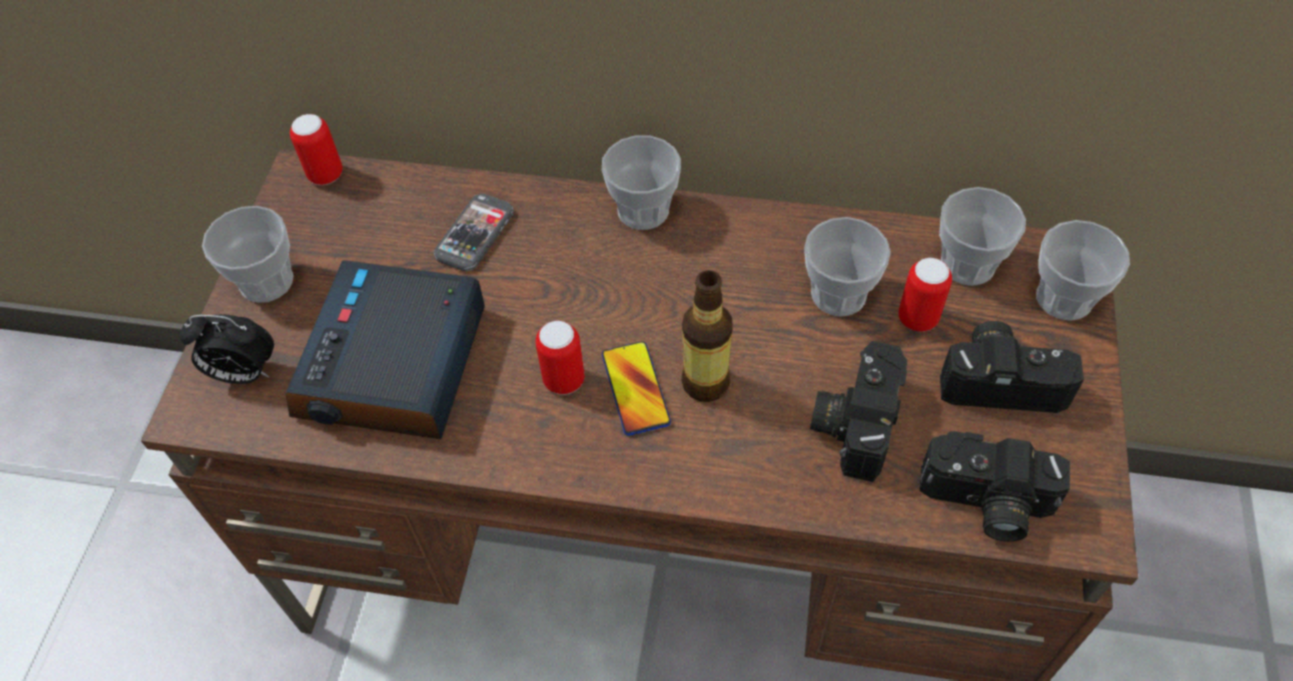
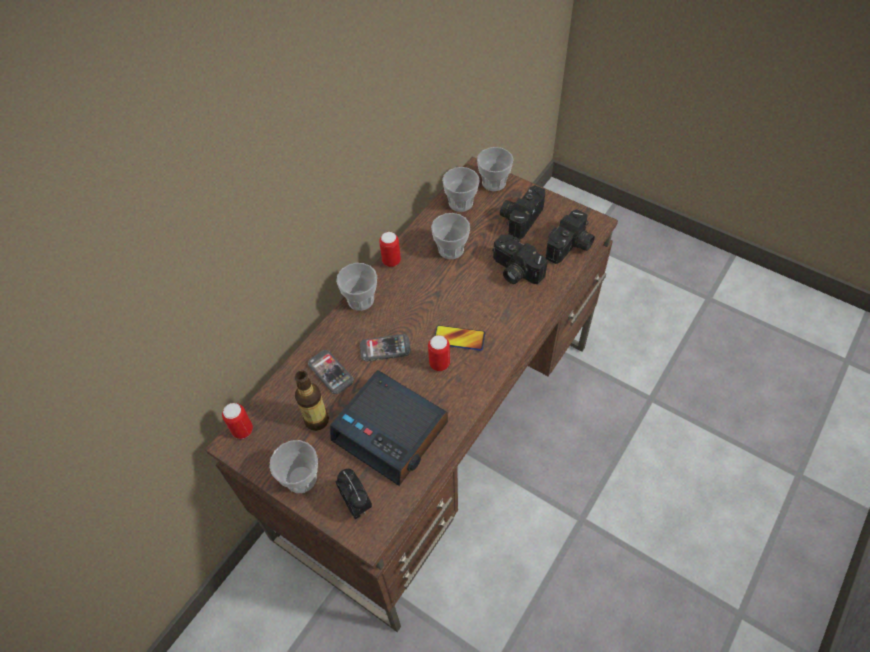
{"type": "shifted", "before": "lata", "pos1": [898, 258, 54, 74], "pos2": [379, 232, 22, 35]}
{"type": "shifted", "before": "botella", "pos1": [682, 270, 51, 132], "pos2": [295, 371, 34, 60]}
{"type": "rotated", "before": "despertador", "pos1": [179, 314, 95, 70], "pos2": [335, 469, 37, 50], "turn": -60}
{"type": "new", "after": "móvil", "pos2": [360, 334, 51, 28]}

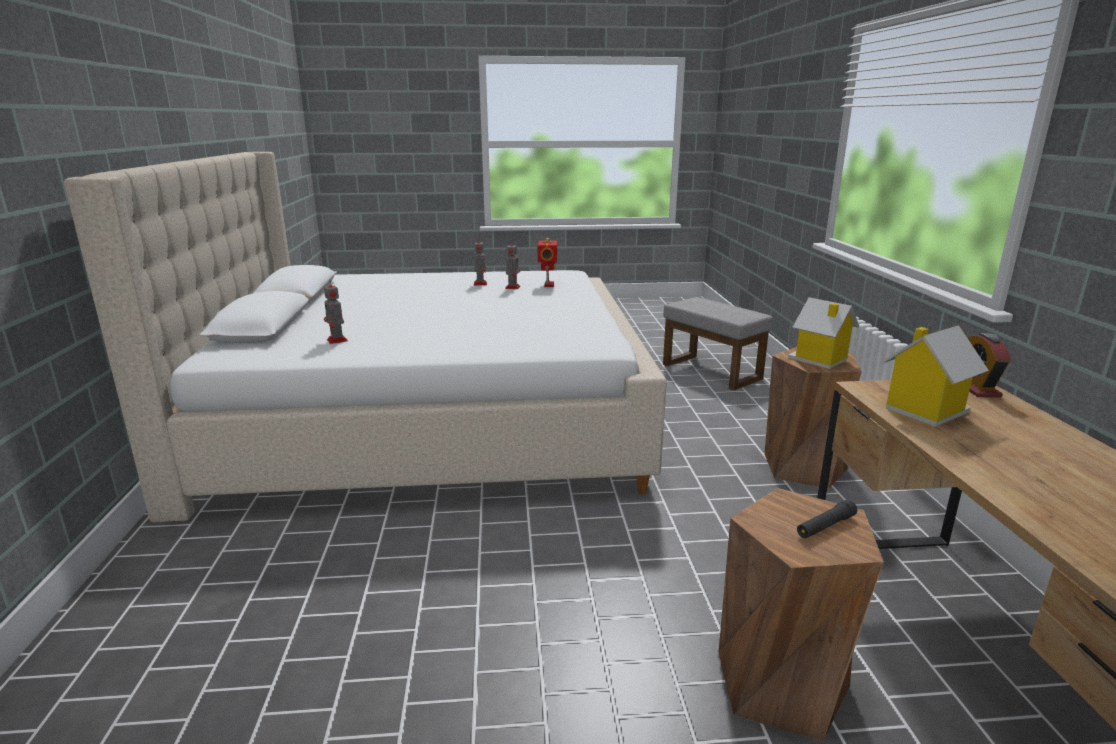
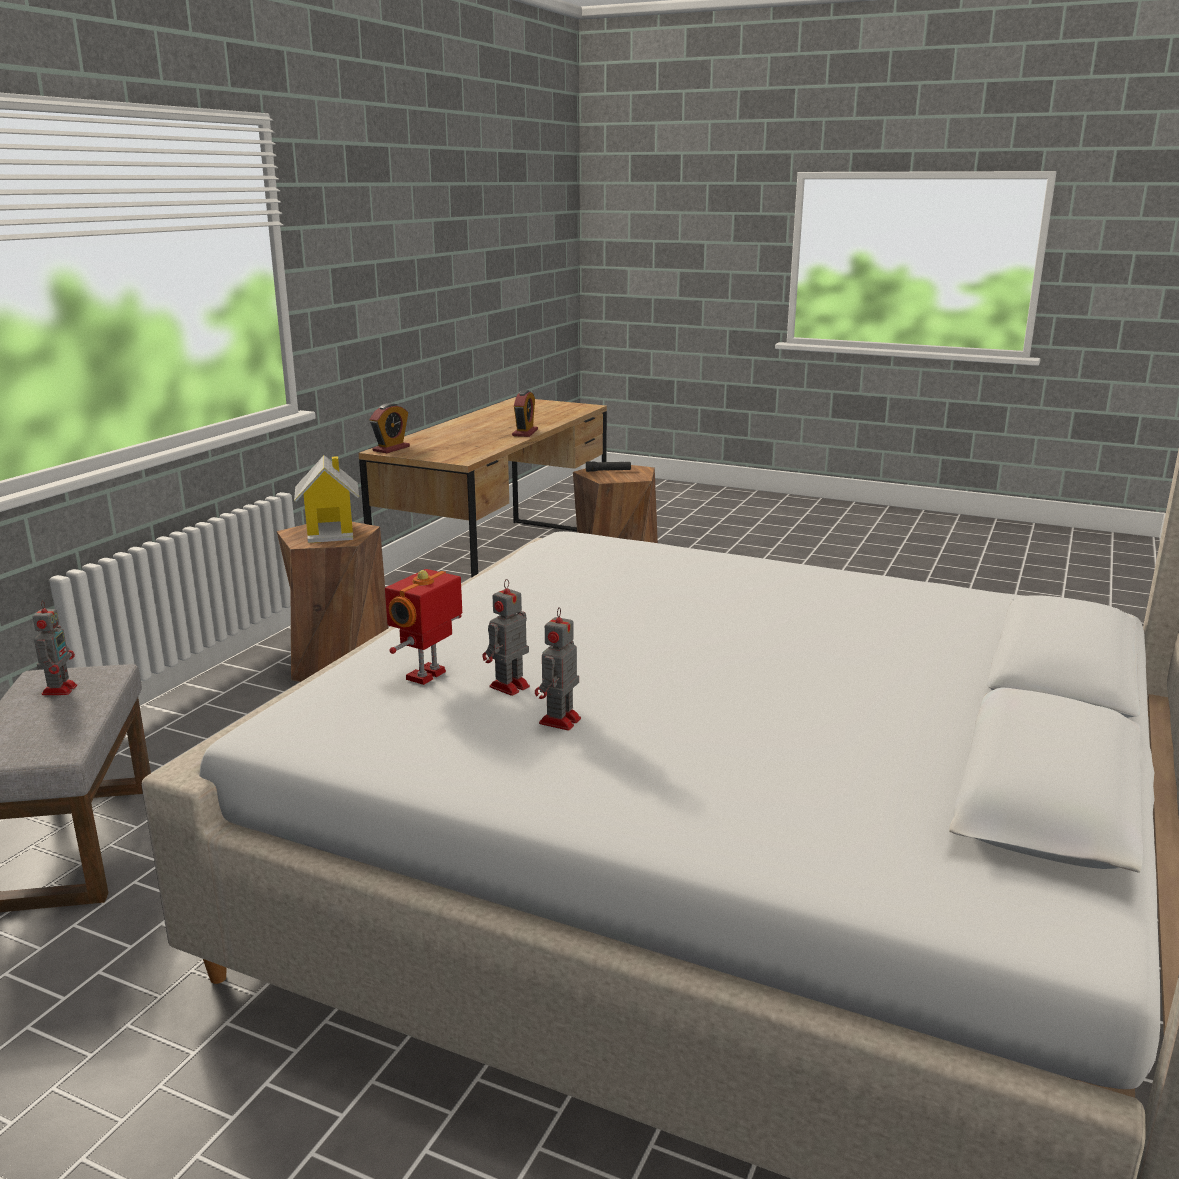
{"type": "shifted", "before": "robot de juguete", "pos1": [324, 279, 24, 65], "pos2": [33, 601, 44, 94]}
{"type": "gone", "before": "casita", "pos1": [882, 325, 107, 102]}
{"type": "new", "after": "despertador", "pos2": [512, 390, 26, 47]}

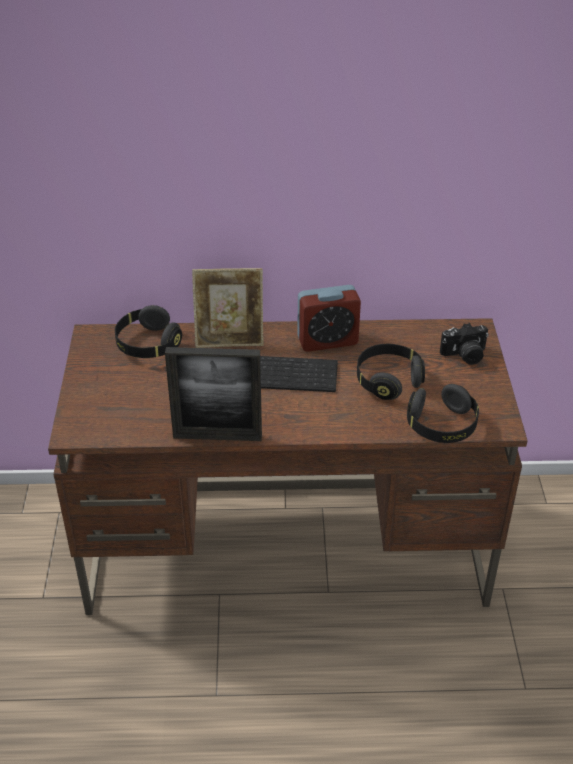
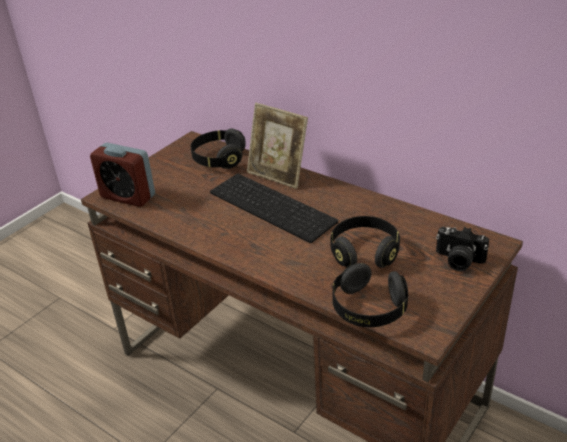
{"type": "shifted", "before": "despertador", "pos1": [297, 285, 64, 67], "pos2": [90, 143, 65, 64]}
{"type": "gone", "before": "portarretratos", "pos1": [165, 347, 97, 94]}

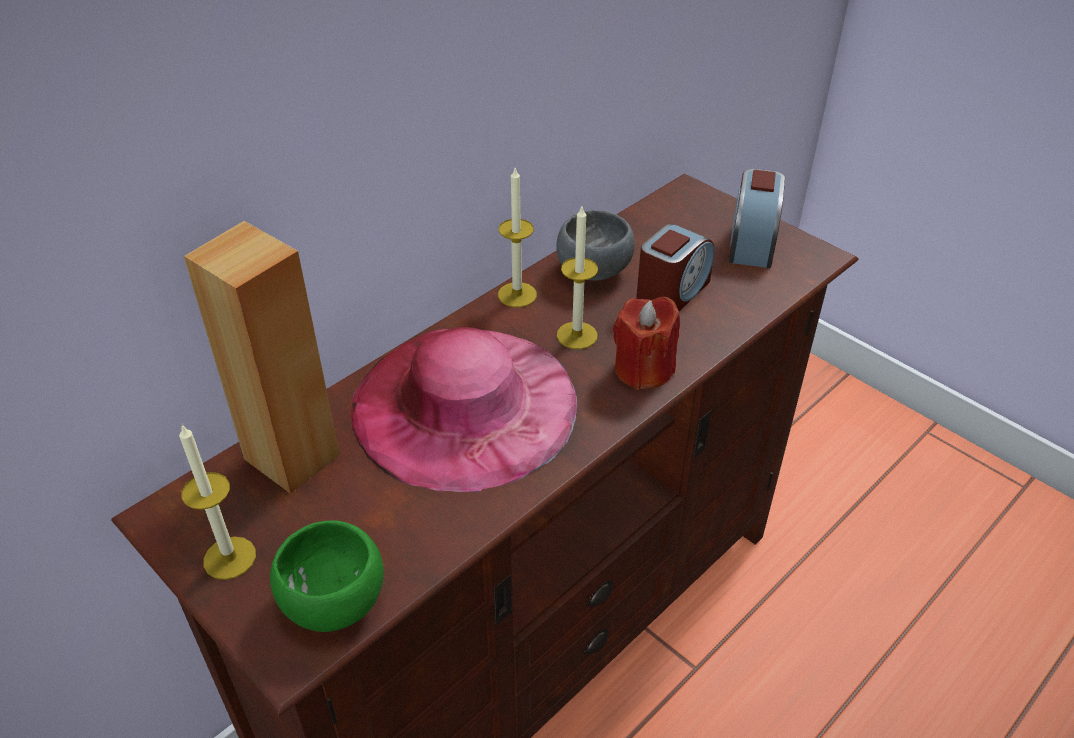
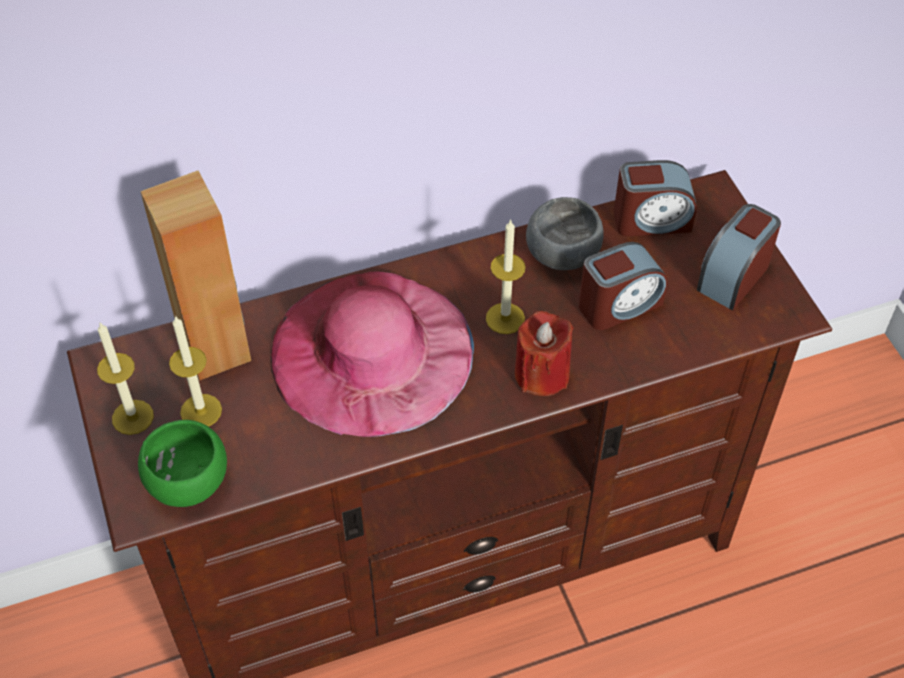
{"type": "shifted", "before": "vela", "pos1": [498, 168, 39, 139], "pos2": [169, 315, 53, 112]}
{"type": "new", "after": "despertador", "pos2": [614, 160, 83, 76]}

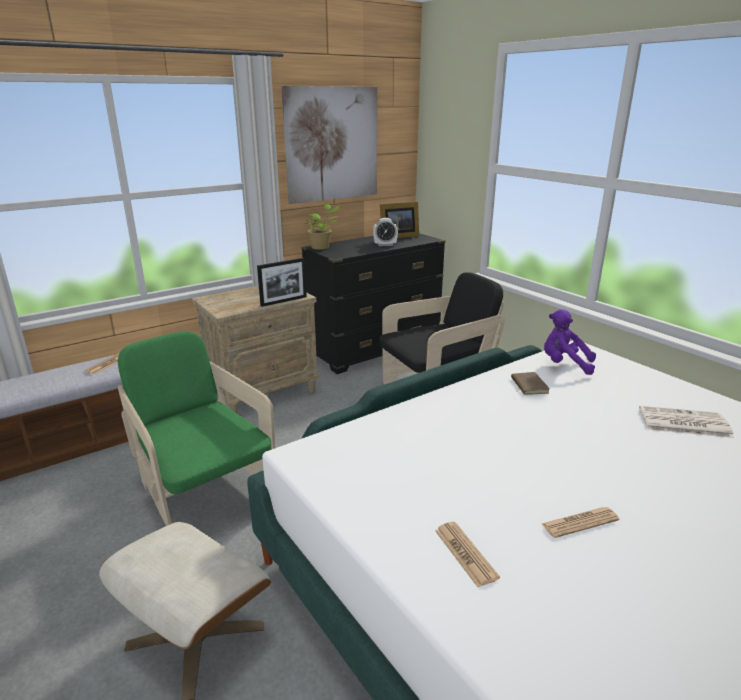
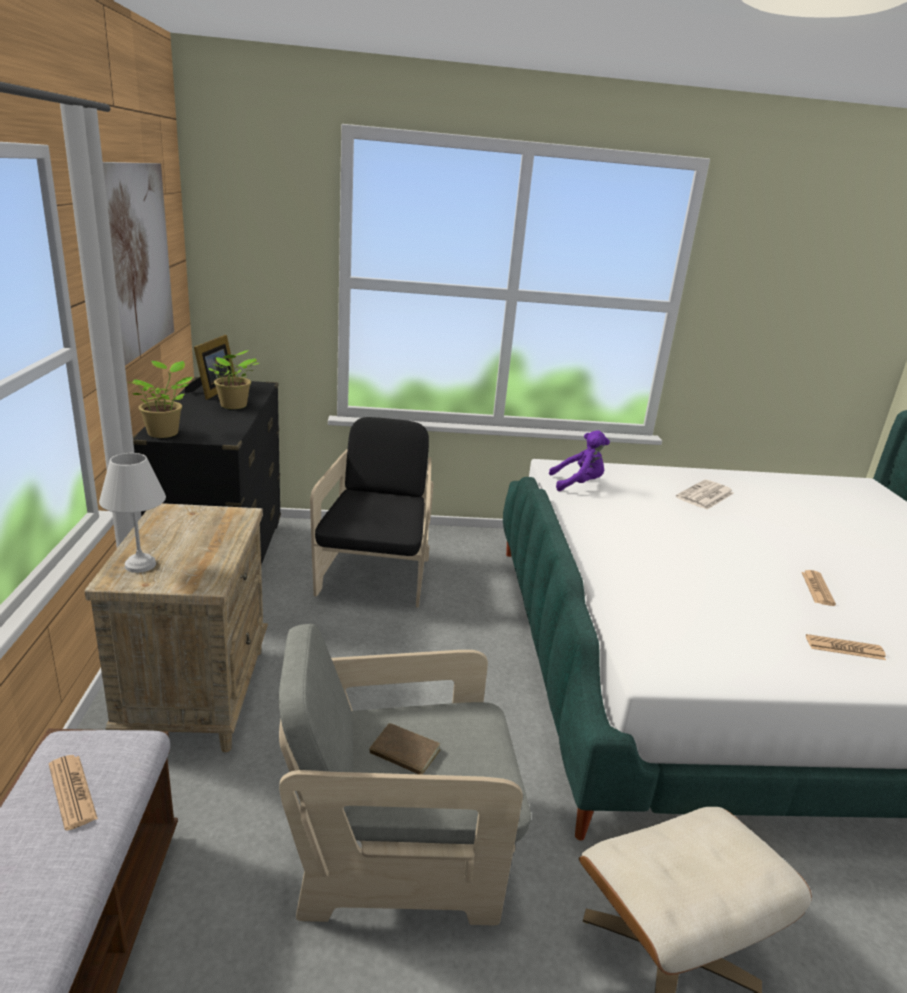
{"type": "swapped", "before": "despertador", "after": "planta en maceta", "pos1": [373, 218, 25, 28], "pos2": [208, 350, 51, 59]}
{"type": "gone", "before": "portarretratos", "pos1": [257, 258, 50, 49]}
{"type": "rotated", "before": "peluche (morado)", "pos1": [544, 309, 52, 66], "pos2": [549, 430, 61, 61], "turn": -150}
{"type": "repainted", "before": "sillón (verde)", "after": "sillón (gris)", "pos1": [118, 331, 157, 195], "pos2": [279, 624, 252, 301]}
{"type": "shifted", "before": "libro (marrón)", "pos1": [511, 372, 39, 23], "pos2": [369, 723, 72, 52]}
{"type": "new", "after": "lámpara de mesa (blanco)", "pos2": [99, 453, 67, 120]}

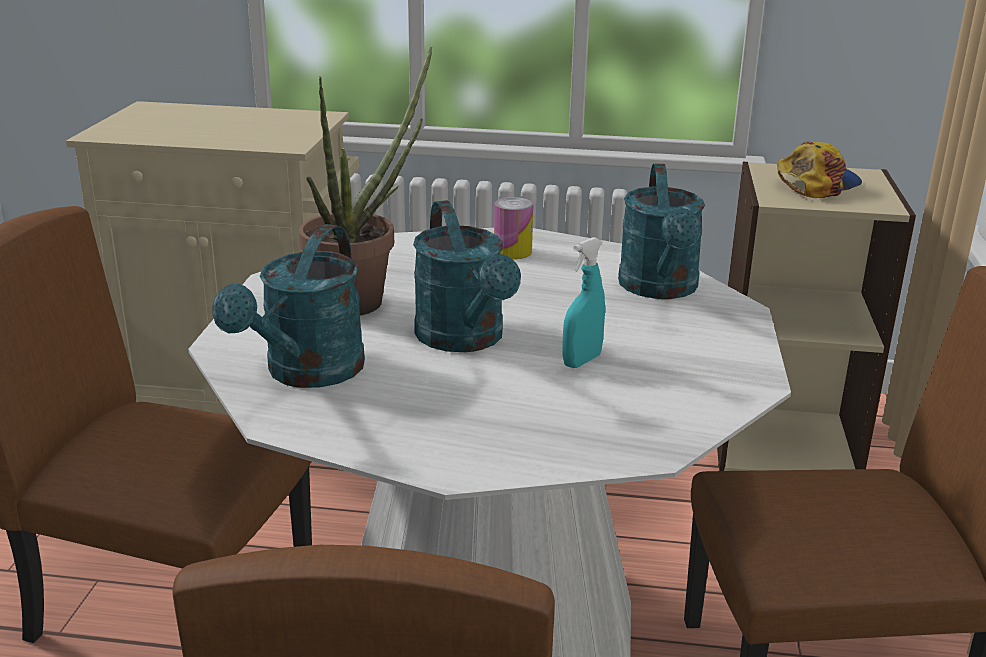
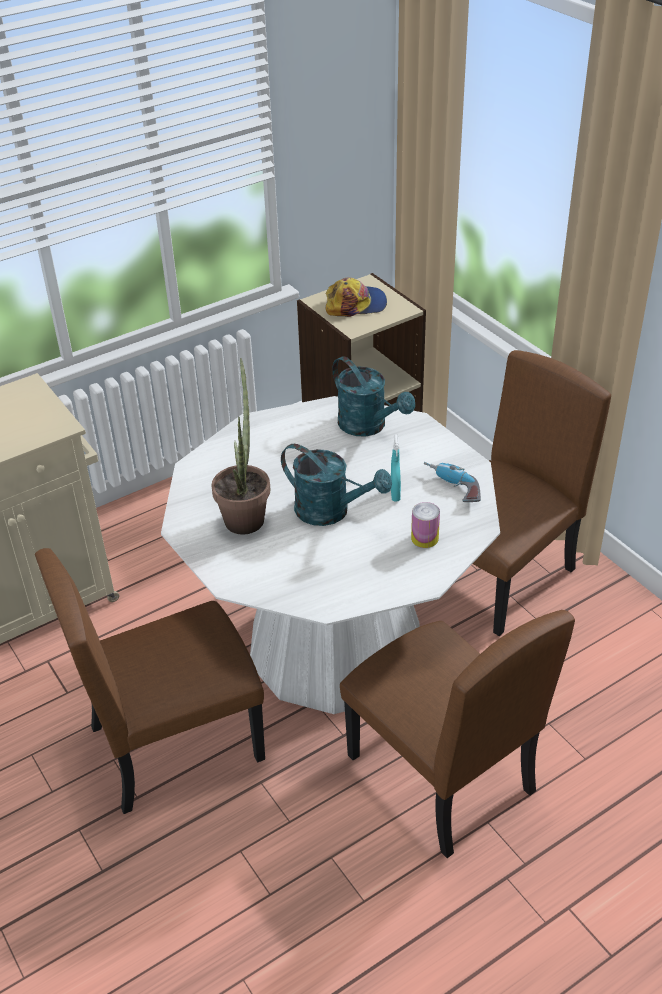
{"type": "rotated", "before": "gorra", "pos1": [777, 142, 85, 56], "pos2": [325, 277, 62, 40], "turn": 75}
{"type": "shifted", "before": "lata", "pos1": [494, 197, 40, 62], "pos2": [411, 502, 29, 46]}
{"type": "gone", "before": "regadera (turquesa)", "pos1": [213, 224, 152, 164]}
{"type": "new", "after": "taladro", "pos2": [424, 462, 57, 40]}

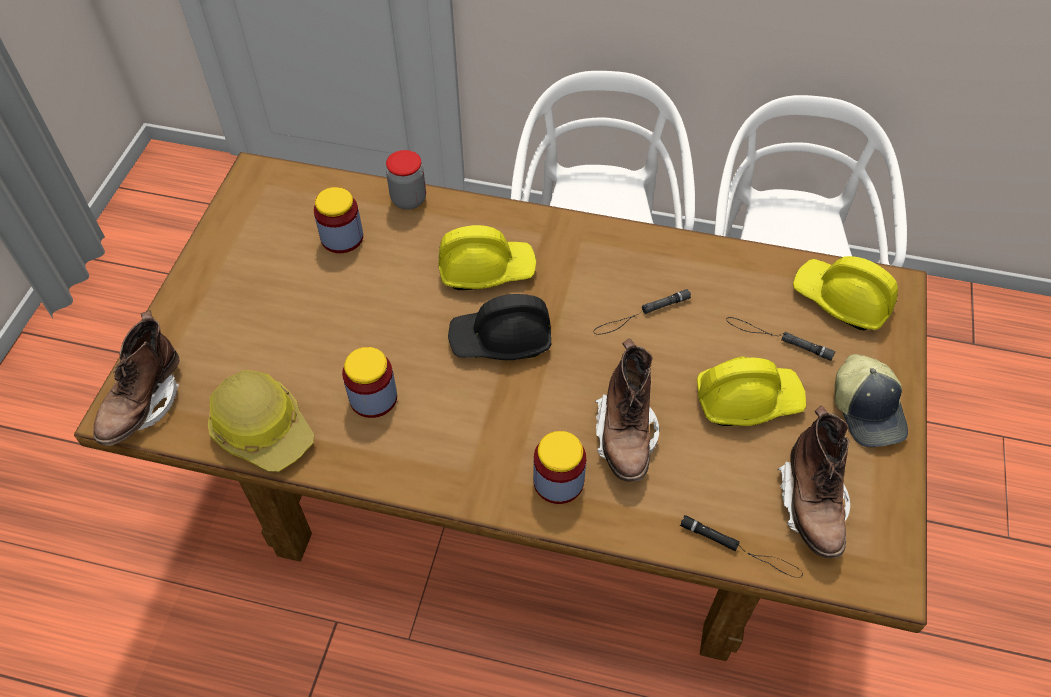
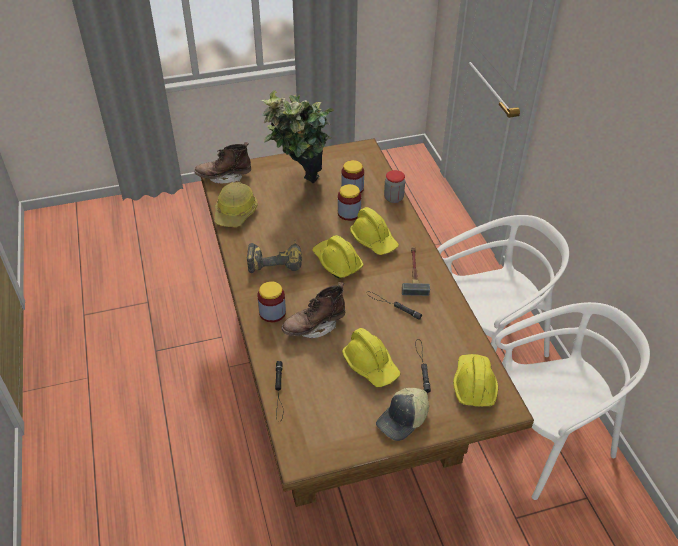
{"type": "repainted", "before": "casco (negro)", "after": "casco (amarillo)", "pos1": [448, 294, 103, 66], "pos2": [313, 235, 51, 43]}
{"type": "shifted", "before": "tarro", "pos1": [342, 347, 55, 71], "pos2": [338, 184, 23, 37]}
{"type": "gone", "before": "bota (marrón)", "pos1": [777, 405, 73, 153]}
{"type": "new", "after": "planta en maceta", "pos2": [261, 90, 73, 93]}
{"type": "new", "after": "taladro", "pos2": [247, 240, 55, 33]}
{"type": "new", "after": "martillo", "pos2": [402, 247, 28, 49]}

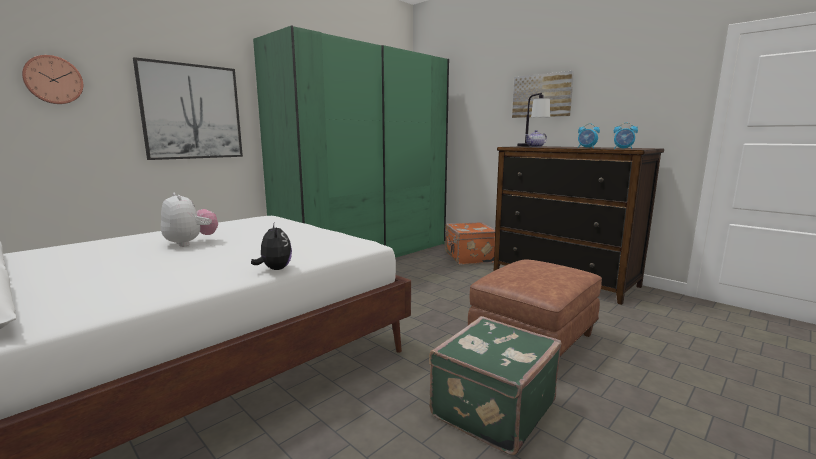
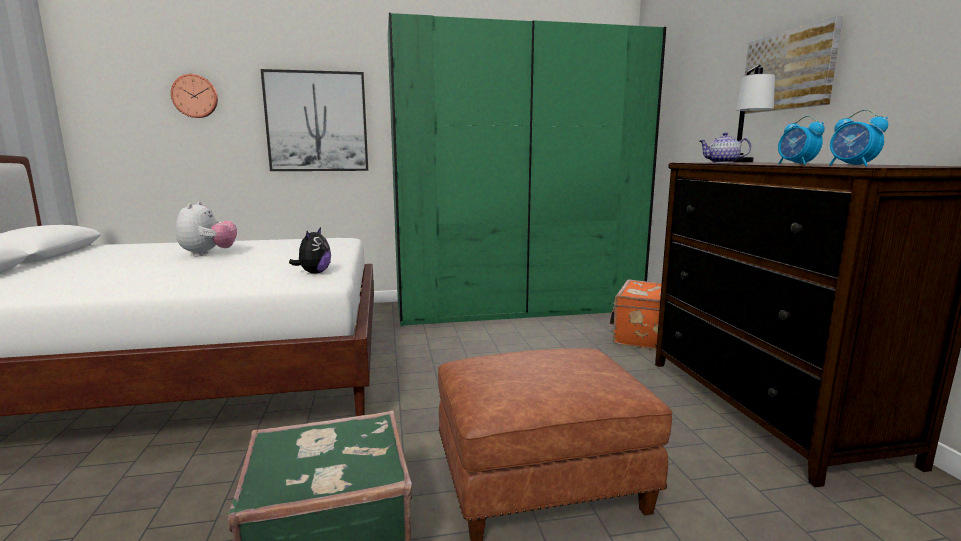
{"type": "shifted", "before": "peluche", "pos1": [251, 223, 41, 47], "pos2": [289, 227, 42, 47]}

